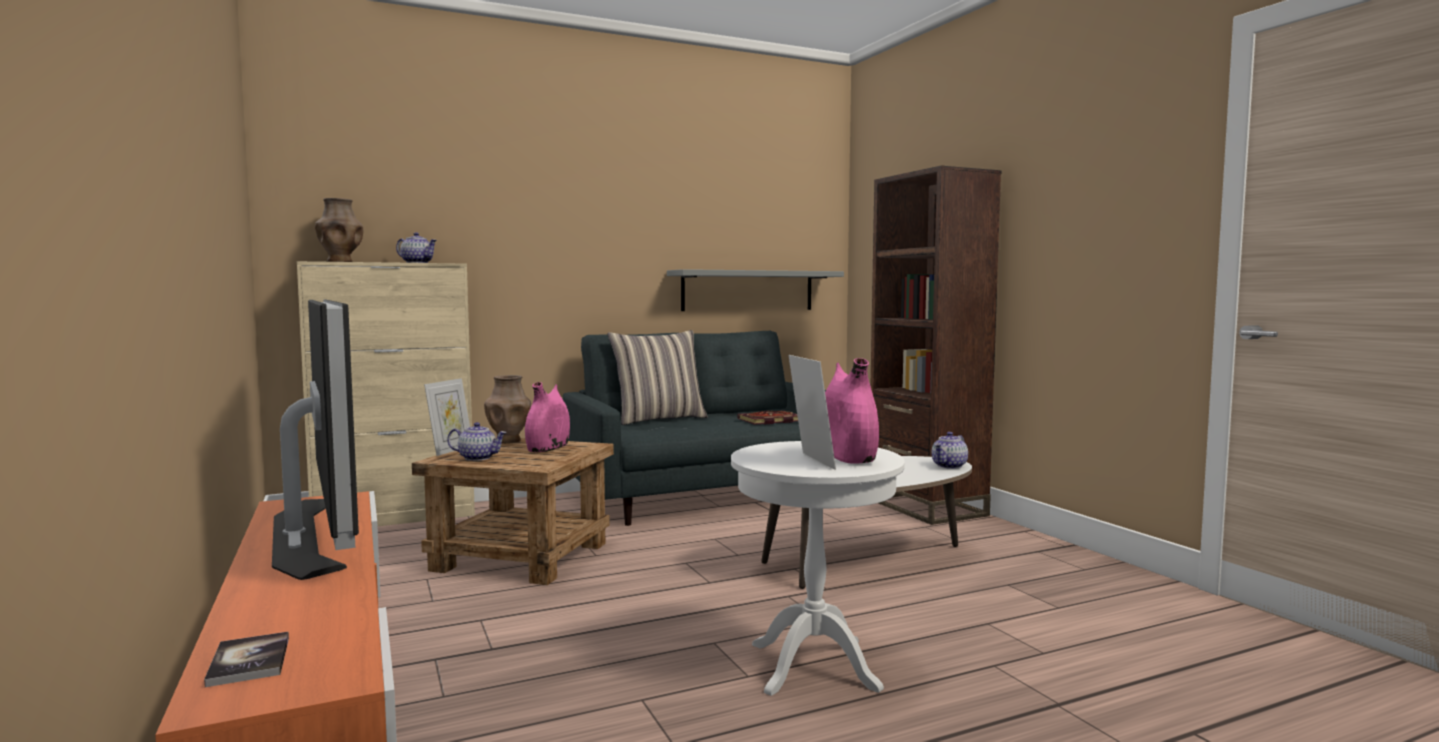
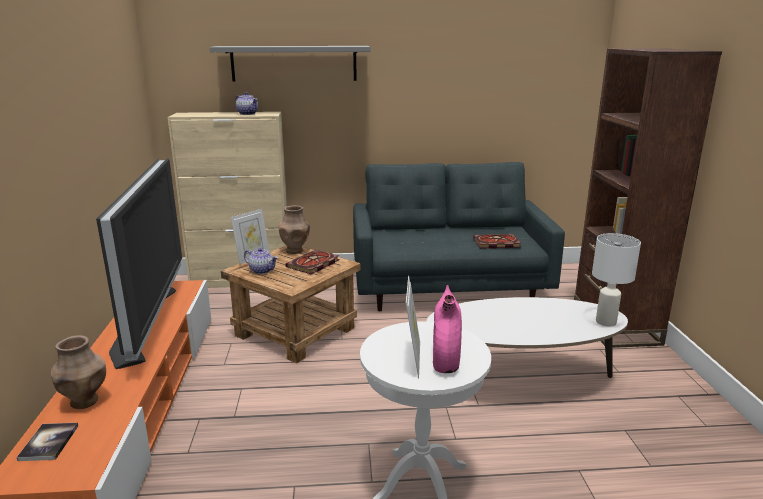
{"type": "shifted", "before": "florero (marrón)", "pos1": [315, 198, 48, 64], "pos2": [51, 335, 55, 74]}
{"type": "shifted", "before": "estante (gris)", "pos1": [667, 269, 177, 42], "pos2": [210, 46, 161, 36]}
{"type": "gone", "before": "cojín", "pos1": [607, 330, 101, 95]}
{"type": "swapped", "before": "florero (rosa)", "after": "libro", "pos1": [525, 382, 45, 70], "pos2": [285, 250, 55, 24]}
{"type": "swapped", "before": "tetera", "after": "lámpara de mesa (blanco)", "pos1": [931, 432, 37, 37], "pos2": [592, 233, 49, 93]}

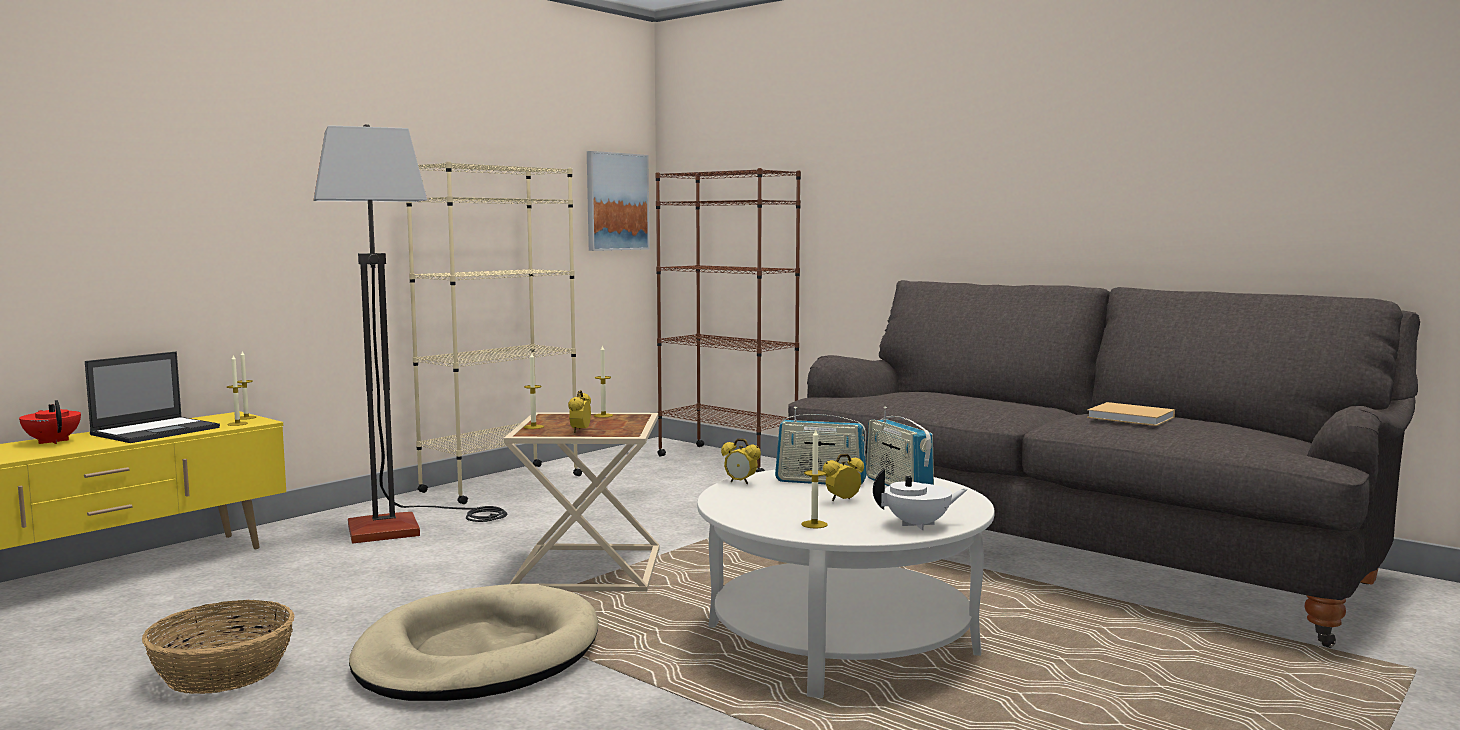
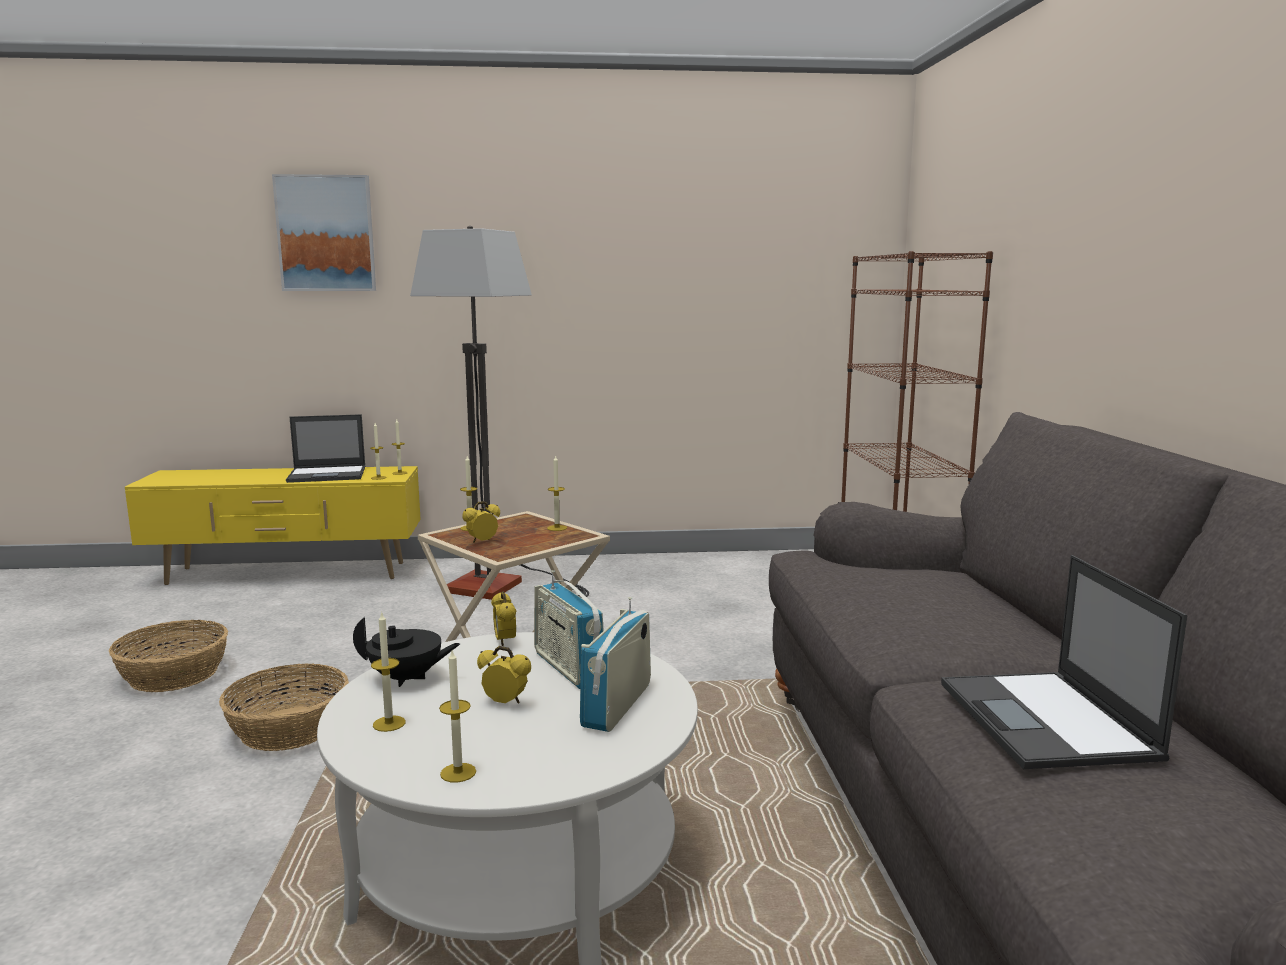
{"type": "shifted", "before": "cuadro", "pos1": [587, 151, 63, 100], "pos2": [272, 174, 104, 117]}
{"type": "gone", "before": "estantería (beis)", "pos1": [406, 161, 176, 343]}
{"type": "gone", "before": "tetera (rojo)", "pos1": [19, 400, 62, 44]}
{"type": "swapped", "before": "libro (beis)", "after": "portátil", "pos1": [1087, 402, 88, 24], "pos2": [941, 555, 246, 214]}
{"type": "swapped", "before": "tetera (blanco)", "after": "vela", "pos1": [873, 469, 95, 61], "pos2": [439, 651, 37, 132]}
{"type": "swapped", "before": "cama para perro (beis)", "after": "cesta", "pos1": [349, 584, 249, 117], "pos2": [219, 663, 130, 88]}
{"type": "new", "after": "tetera (negro)", "pos2": [353, 617, 107, 70]}

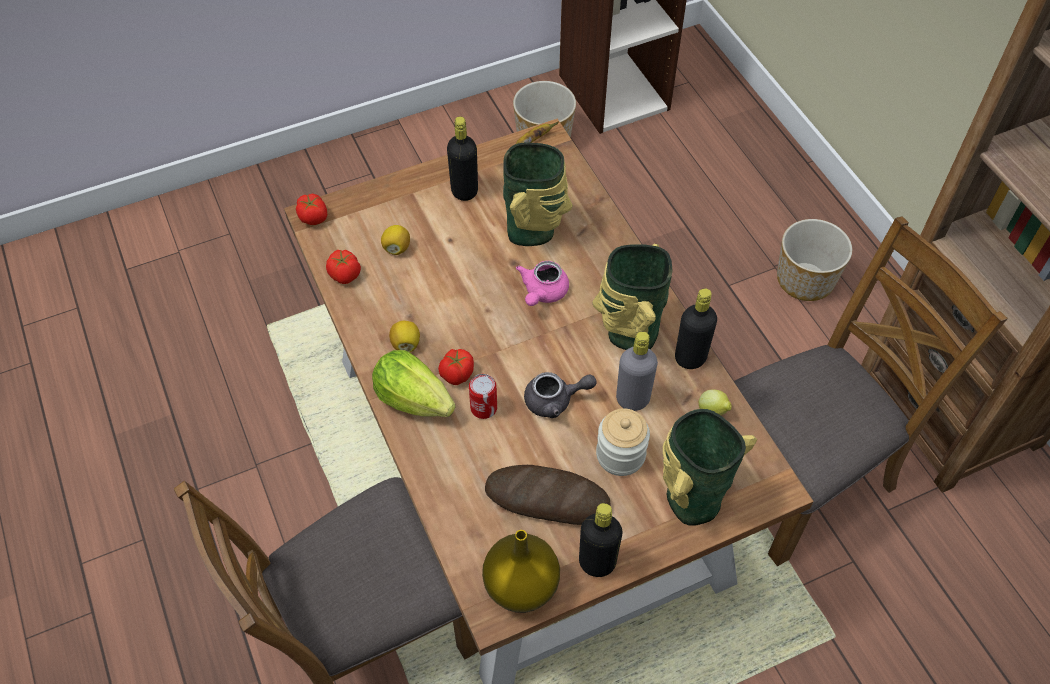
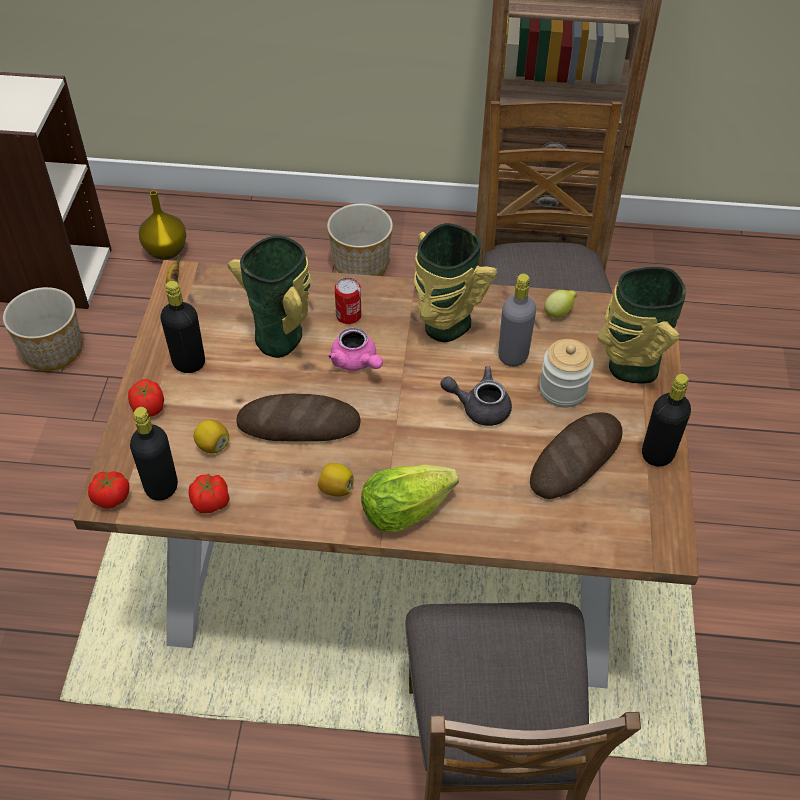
{"type": "shifted", "before": "botella (negro)", "pos1": [675, 288, 42, 81], "pos2": [130, 407, 48, 94]}
{"type": "shifted", "before": "tomate", "pos1": [438, 349, 36, 36], "pos2": [128, 379, 36, 38]}
{"type": "rotated", "before": "tetera (gris)", "pos1": [524, 372, 73, 46], "pos2": [440, 366, 72, 60], "turn": -105}
{"type": "shifted", "before": "lata", "pos1": [469, 374, 28, 45], "pos2": [335, 277, 26, 47]}
{"type": "shifted", "before": "florero (amarillo)", "pos1": [482, 530, 78, 83], "pos2": [139, 191, 47, 69]}
{"type": "new", "after": "pan", "pos2": [236, 394, 124, 48]}

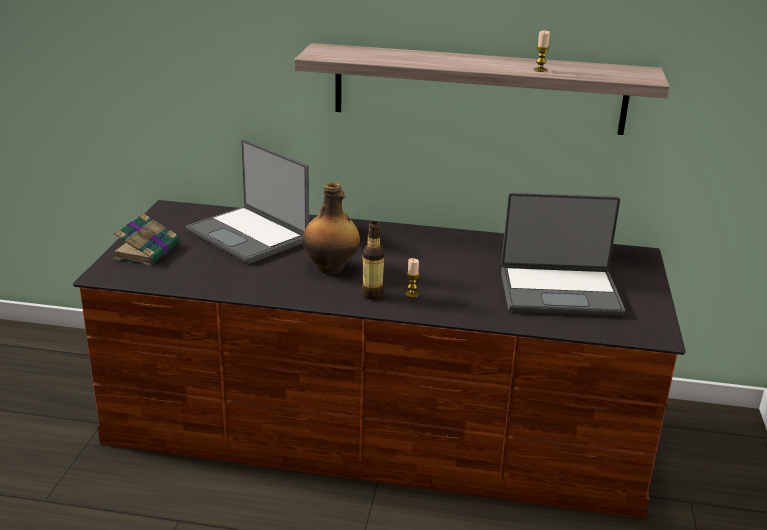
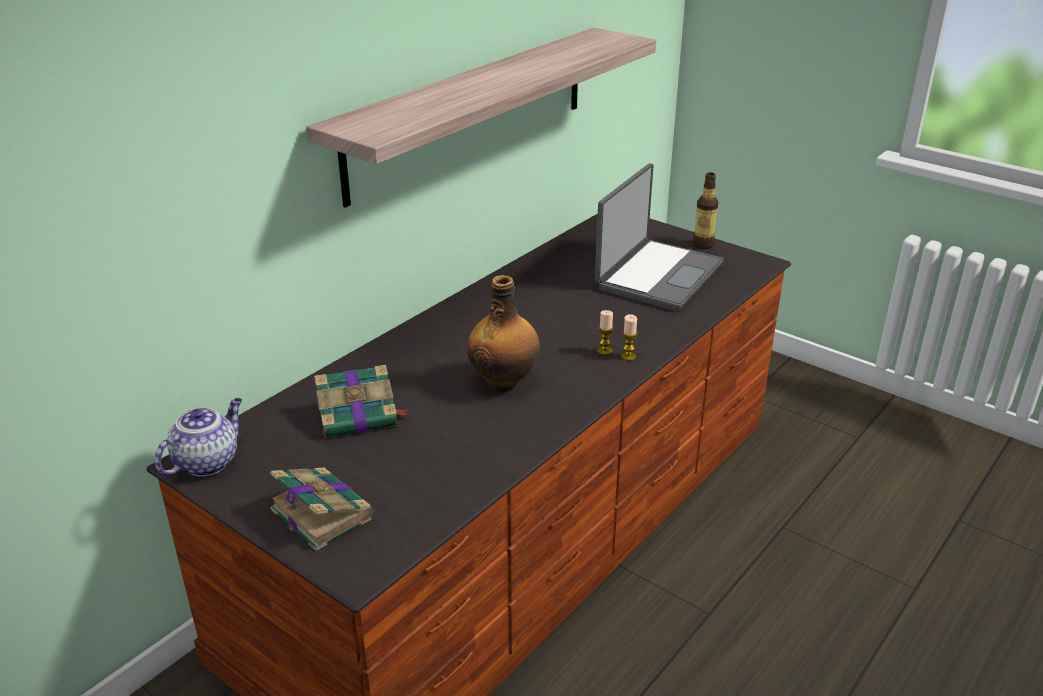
{"type": "shifted", "before": "vela", "pos1": [534, 31, 16, 41], "pos2": [621, 314, 17, 47]}
{"type": "swapped", "before": "portátil", "after": "libro", "pos1": [186, 139, 123, 125], "pos2": [314, 365, 96, 73]}
{"type": "shifted", "before": "botella", "pos1": [361, 221, 24, 79], "pos2": [693, 172, 25, 77]}
{"type": "new", "after": "tetera", "pos2": [155, 398, 87, 79]}

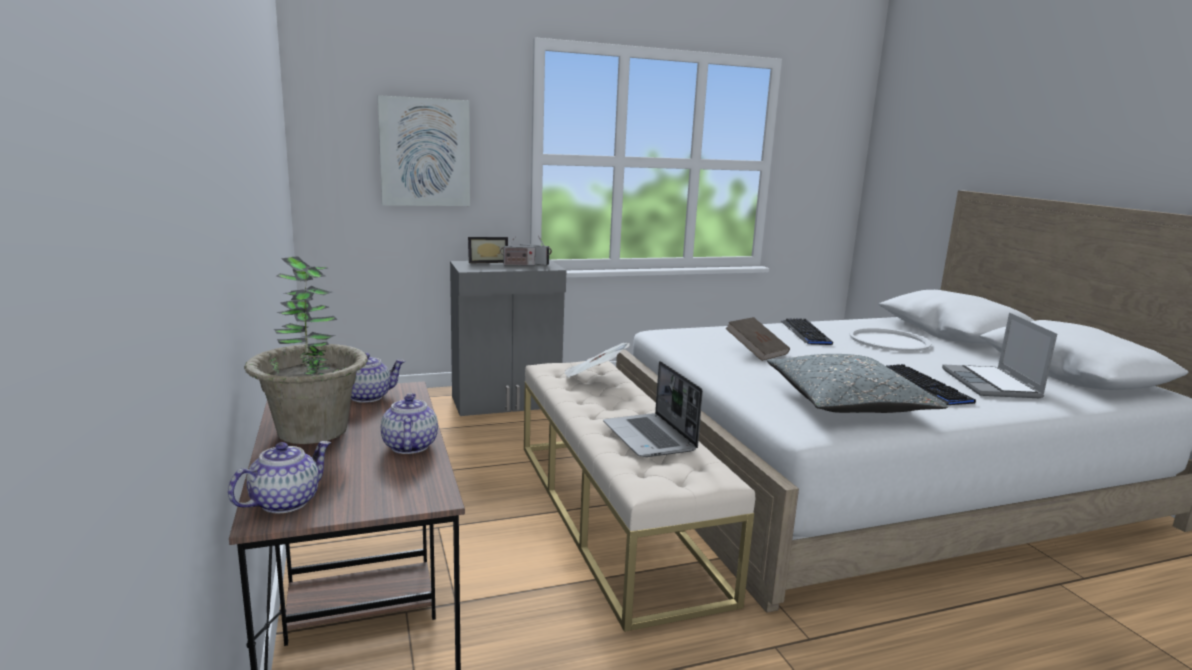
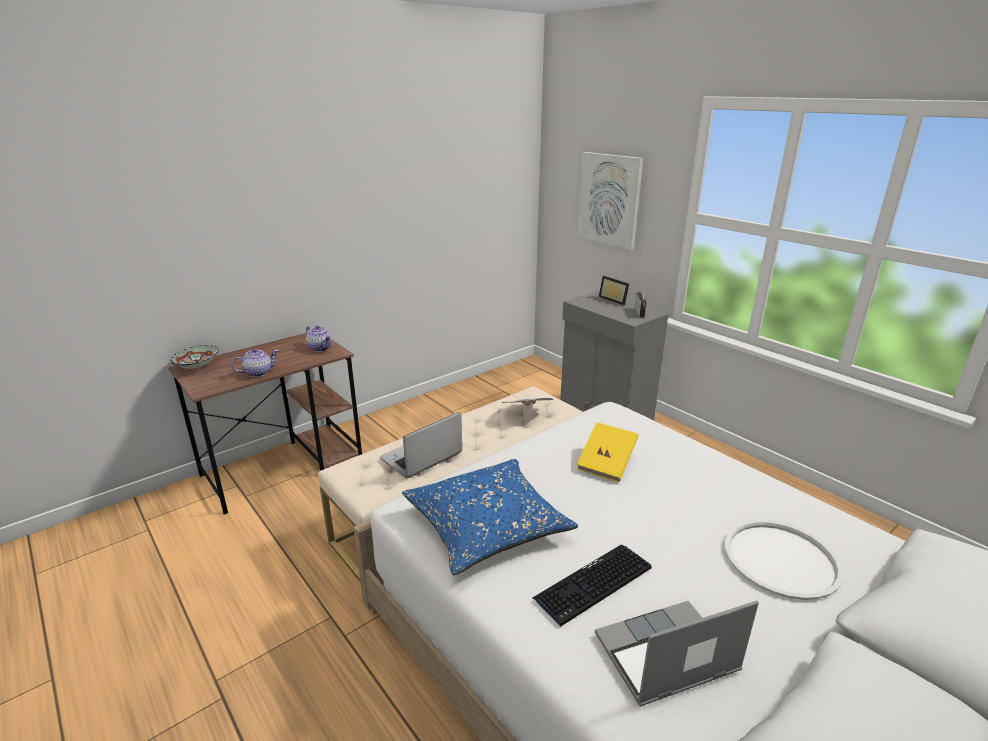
{"type": "gone", "before": "radio", "pos1": [500, 237, 35, 29]}
{"type": "gone", "before": "planta en maceta", "pos1": [244, 257, 124, 187]}
{"type": "repainted", "before": "libro (marrón)", "after": "libro (amarillo)", "pos1": [725, 317, 65, 44], "pos2": [577, 422, 61, 60]}
{"type": "gone", "before": "teclado", "pos1": [781, 318, 52, 27]}
{"type": "repainted", "before": "cojín (gris)", "after": "cojín (azul)", "pos1": [767, 354, 181, 59], "pos2": [402, 459, 176, 116]}
{"type": "swapped", "before": "tetera", "after": "cuenco", "pos1": [228, 441, 103, 72], "pos2": [170, 345, 49, 24]}

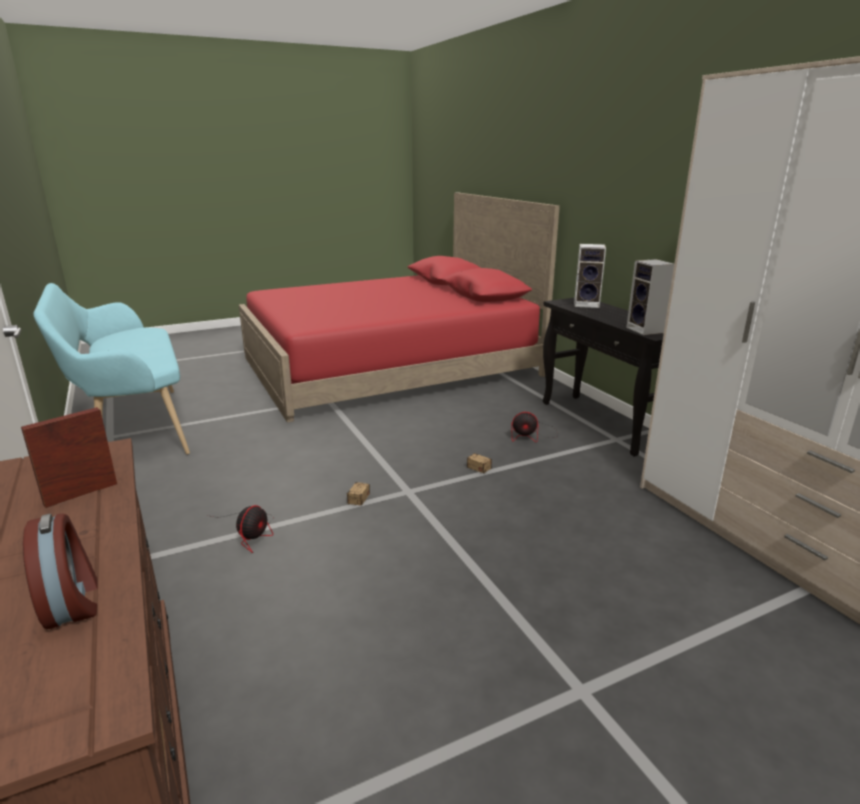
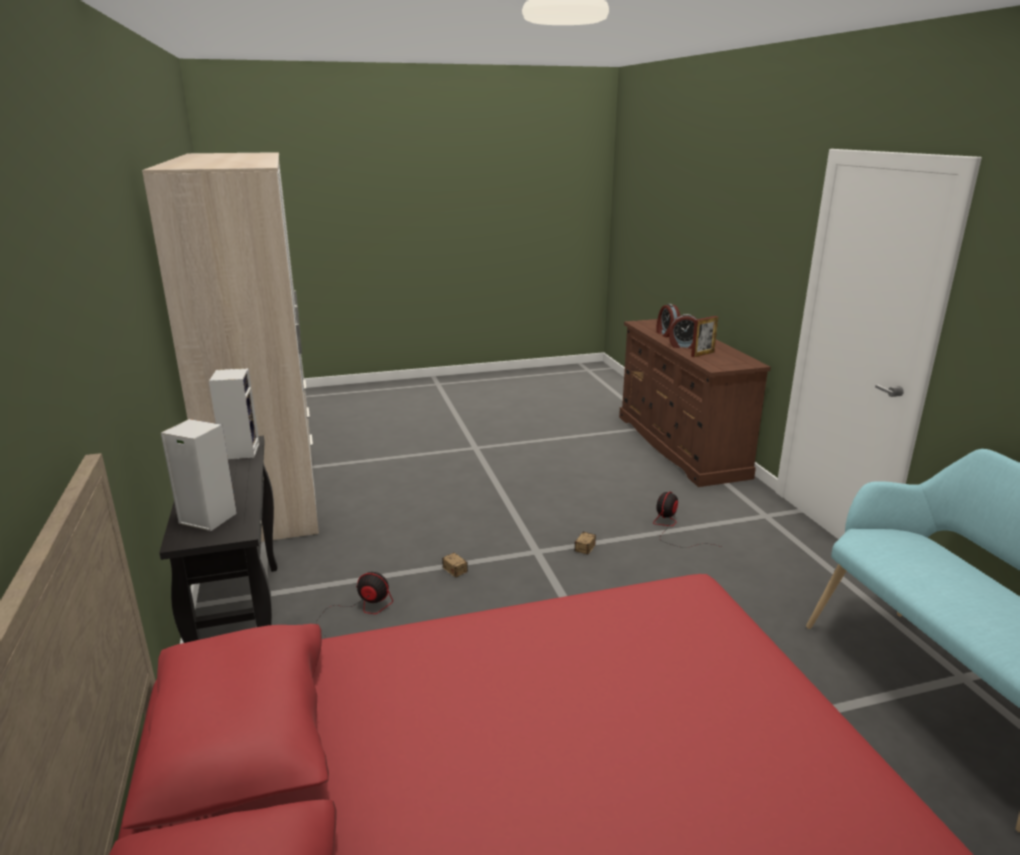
{"type": "new", "after": "despertador", "pos2": [669, 314, 28, 35]}

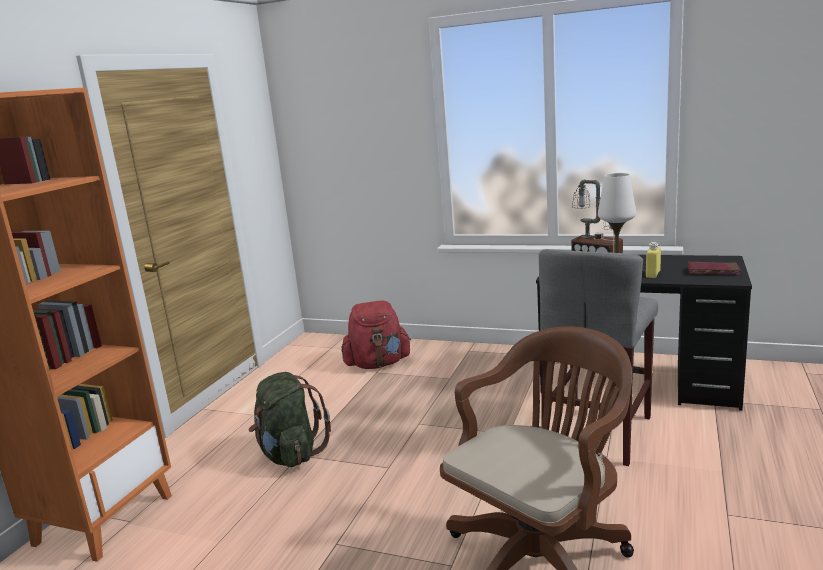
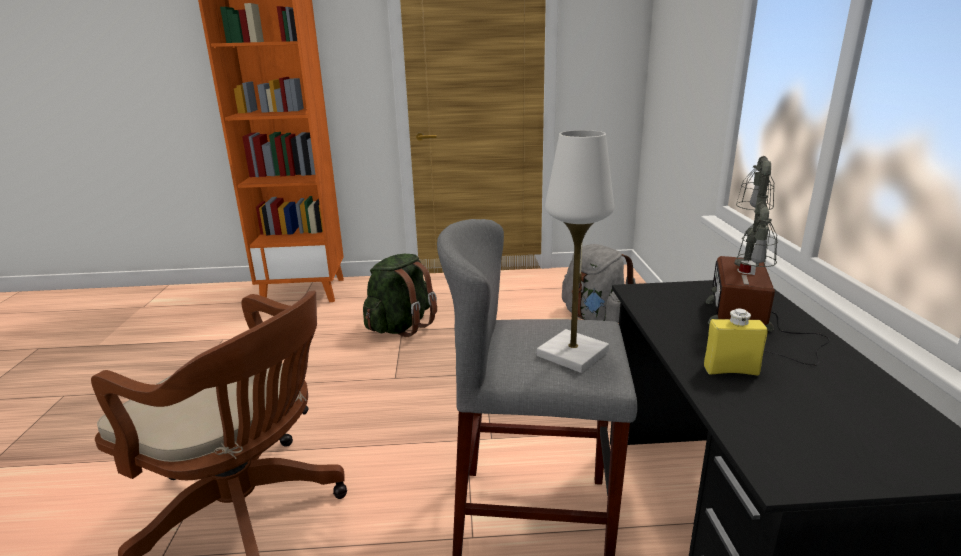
{"type": "gone", "before": "libro (rojo)", "pos1": [688, 262, 53, 13]}
{"type": "repainted", "before": "mochila (rojo)", "after": "mochila (gris)", "pos1": [341, 301, 70, 68], "pos2": [562, 244, 74, 79]}

